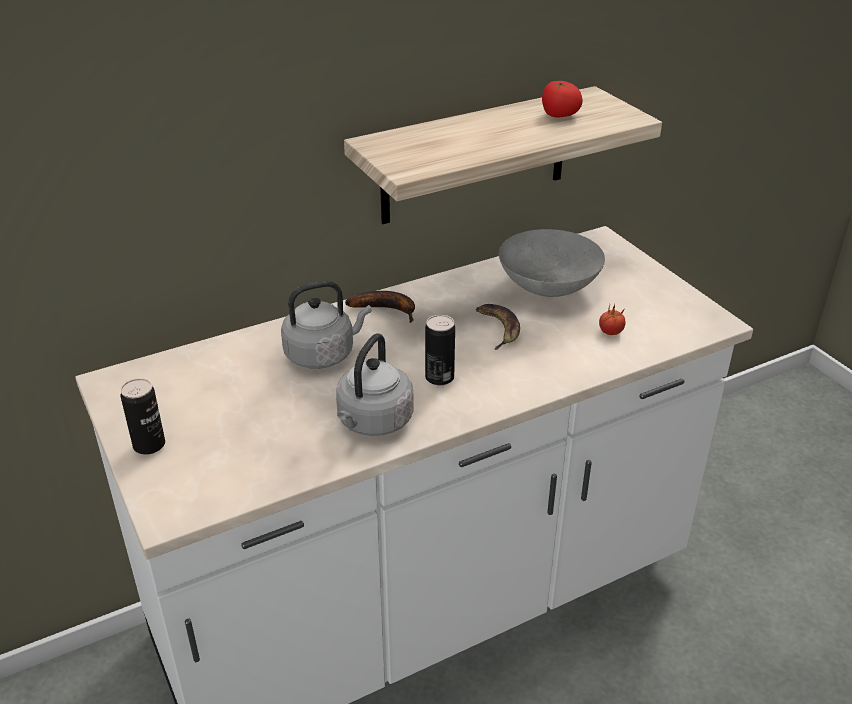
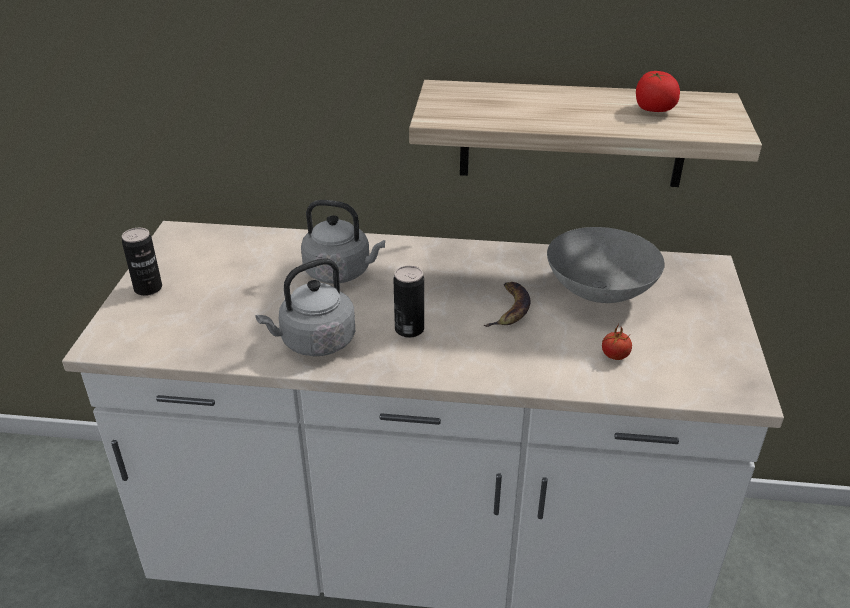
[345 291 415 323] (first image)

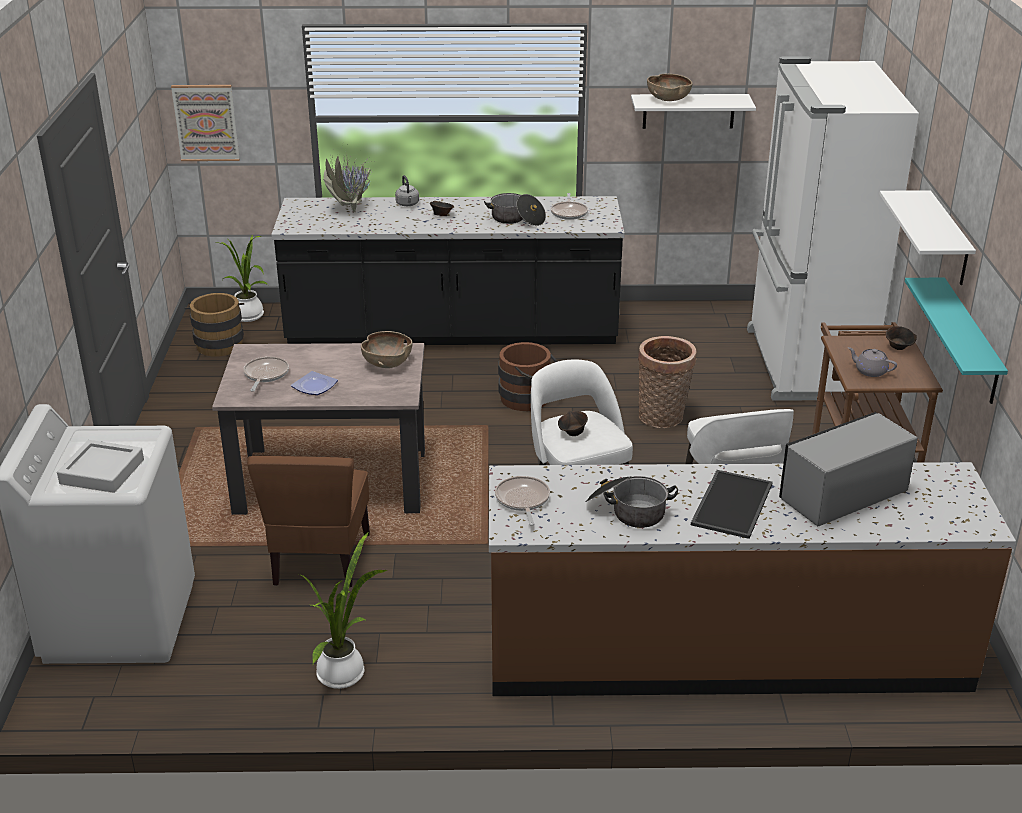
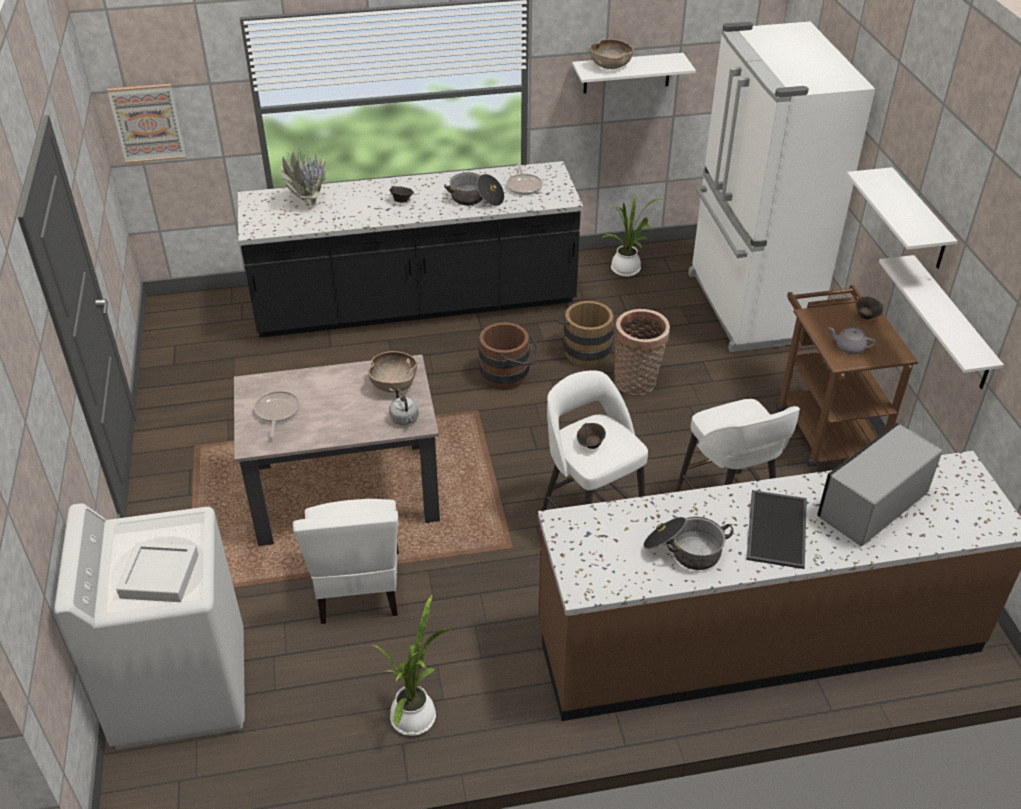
[291 371 338 395] (first image)
[495 476 550 526] (first image)
[556 301 614 367]
[602 194 663 277]
[389 388 419 425]
[293 499 399 624]
[879 255 1004 389]

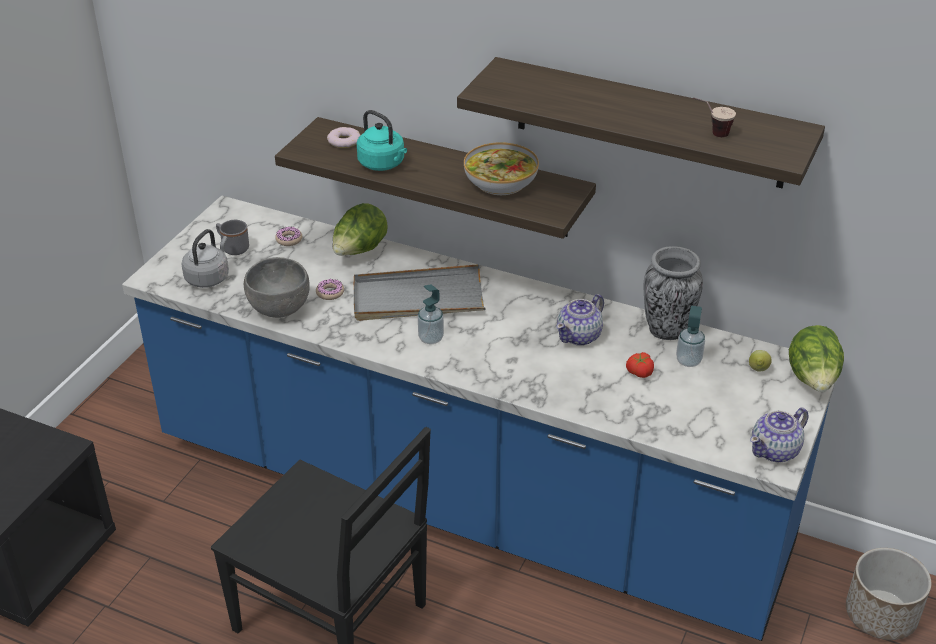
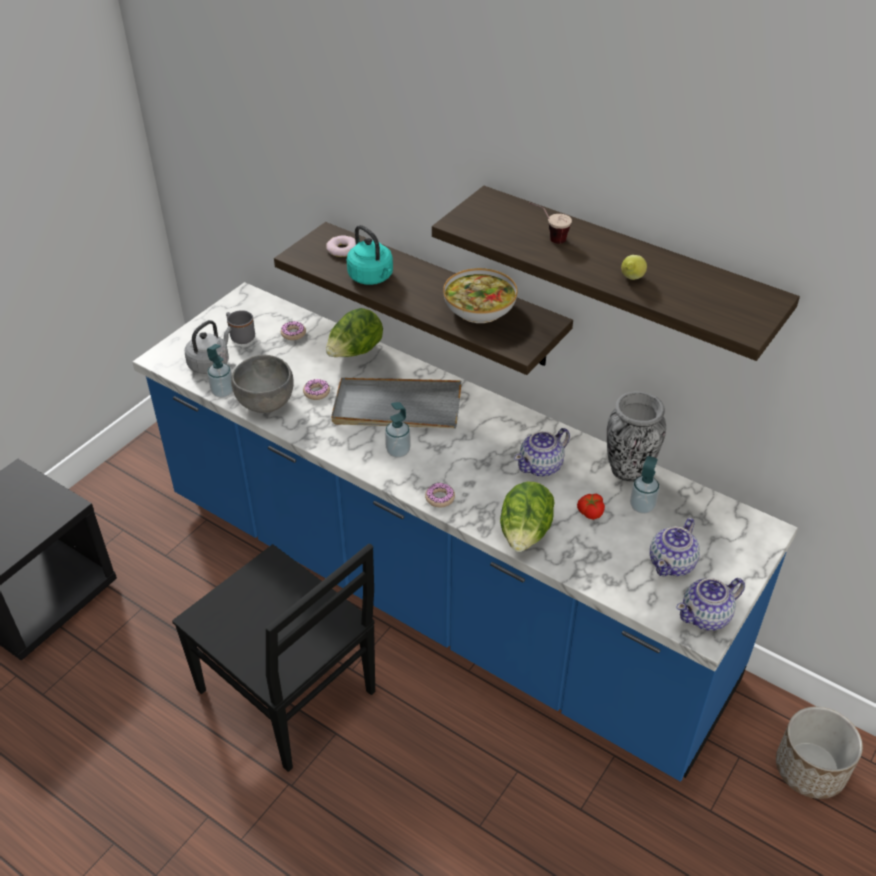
[207 344 233 398]
[425 483 455 507]
[650 518 700 576]
[529 202 572 244]
[621 255 647 280]
[500 482 555 552]

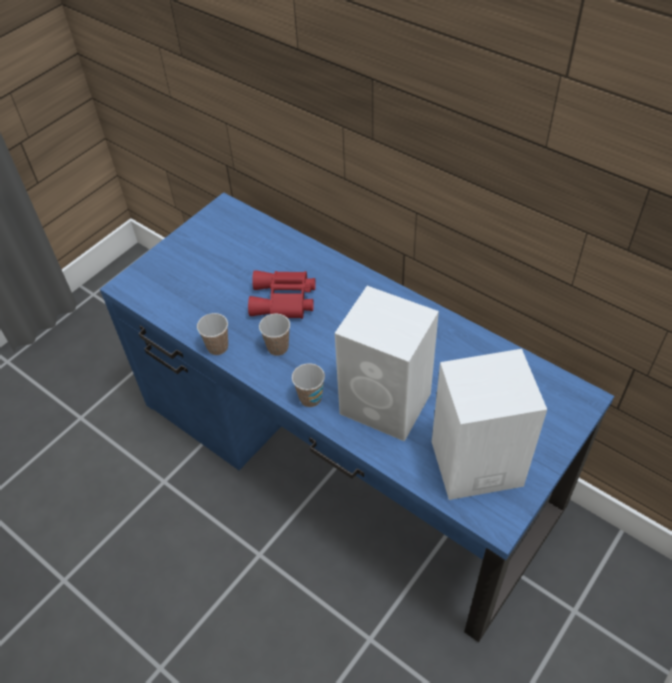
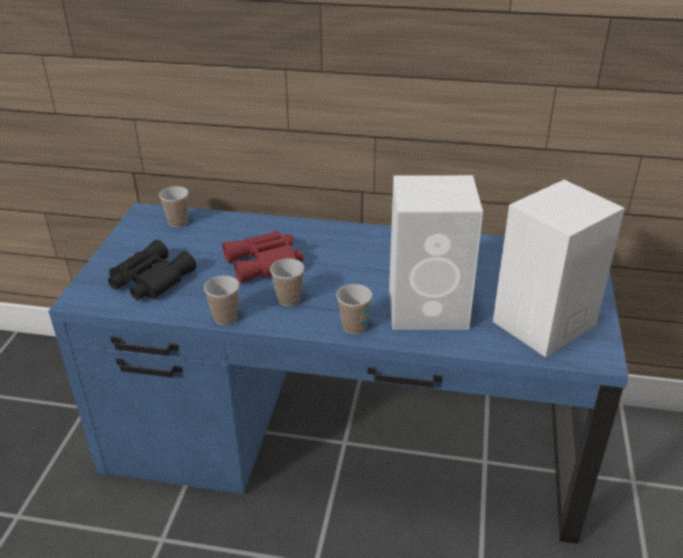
[108 240 196 300]
[159 186 189 227]

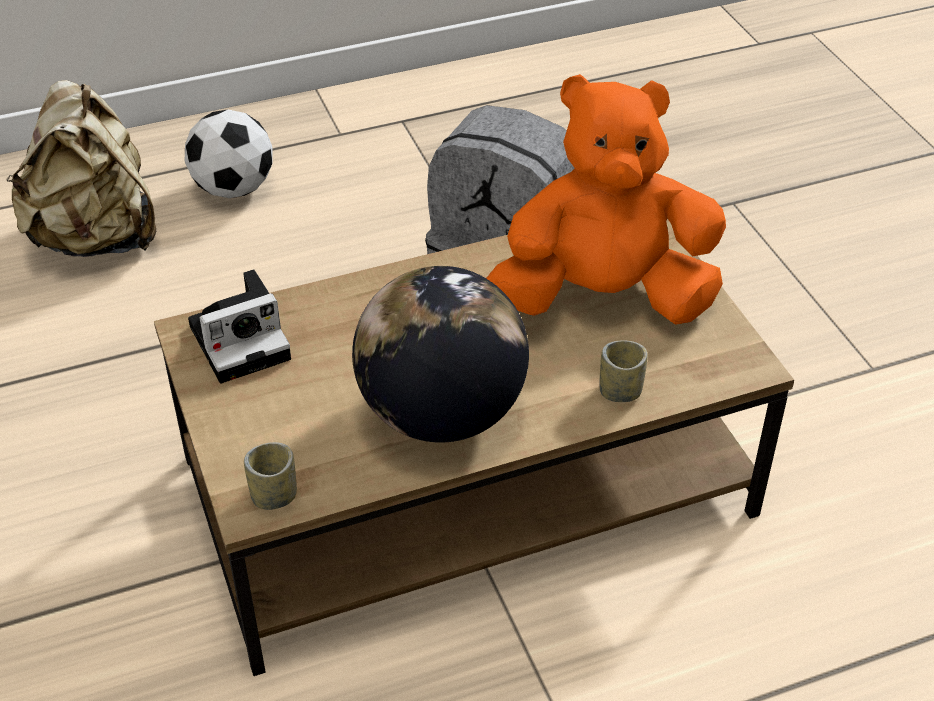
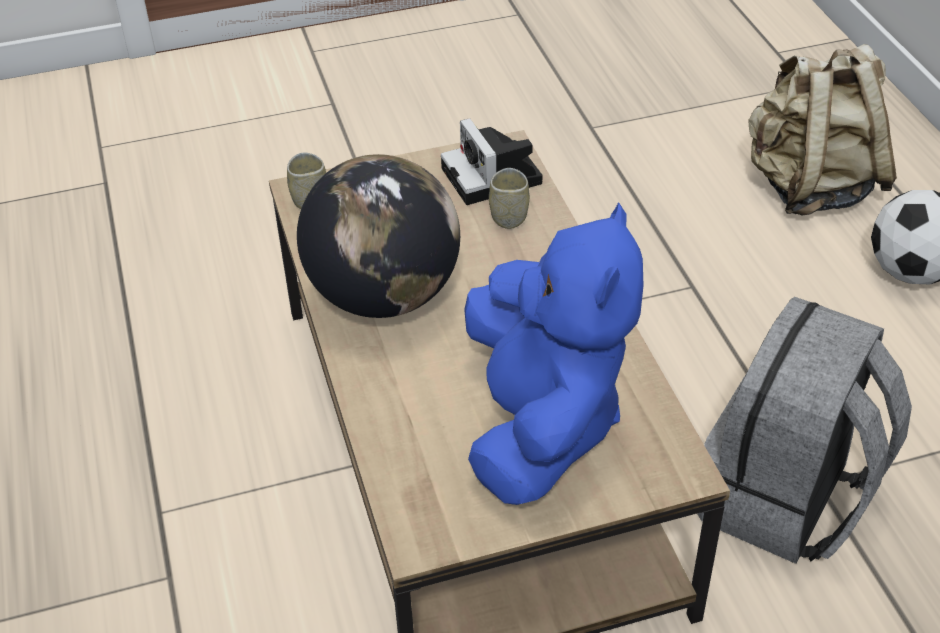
[489 168 530 229]
[464 202 644 505]

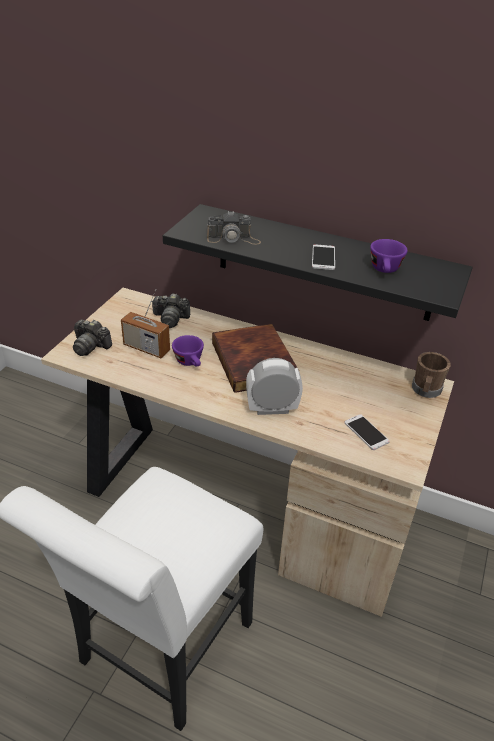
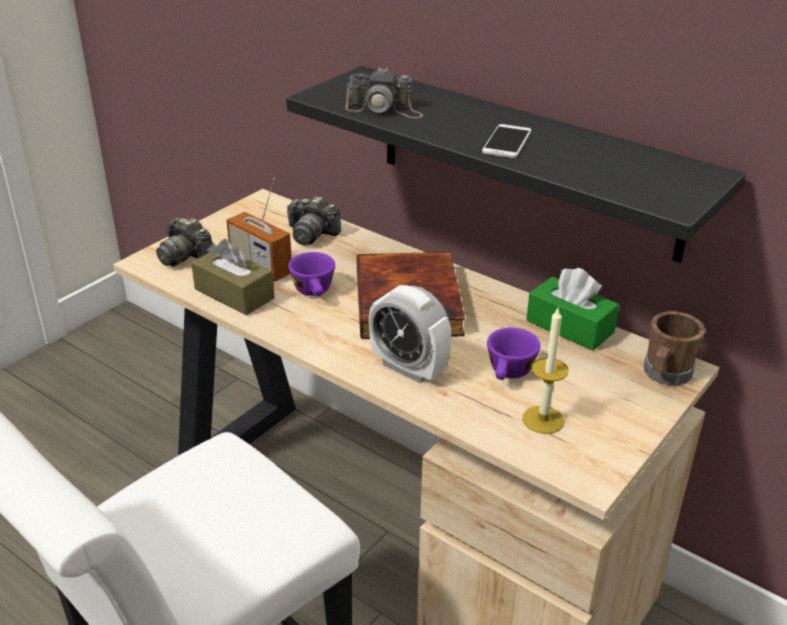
[191 239 275 315]
[526 268 619 351]
[487 328 540 380]
[522 308 569 434]
[369 285 452 383]

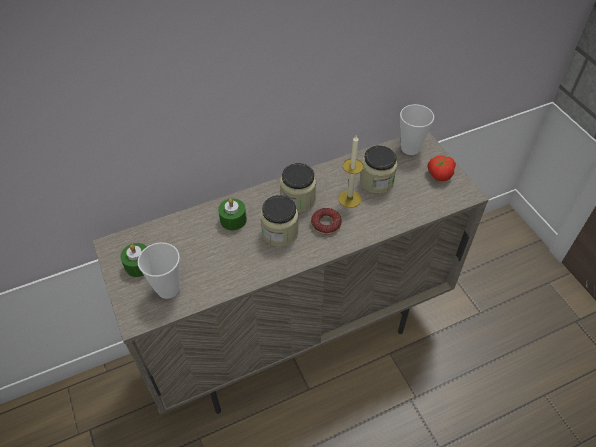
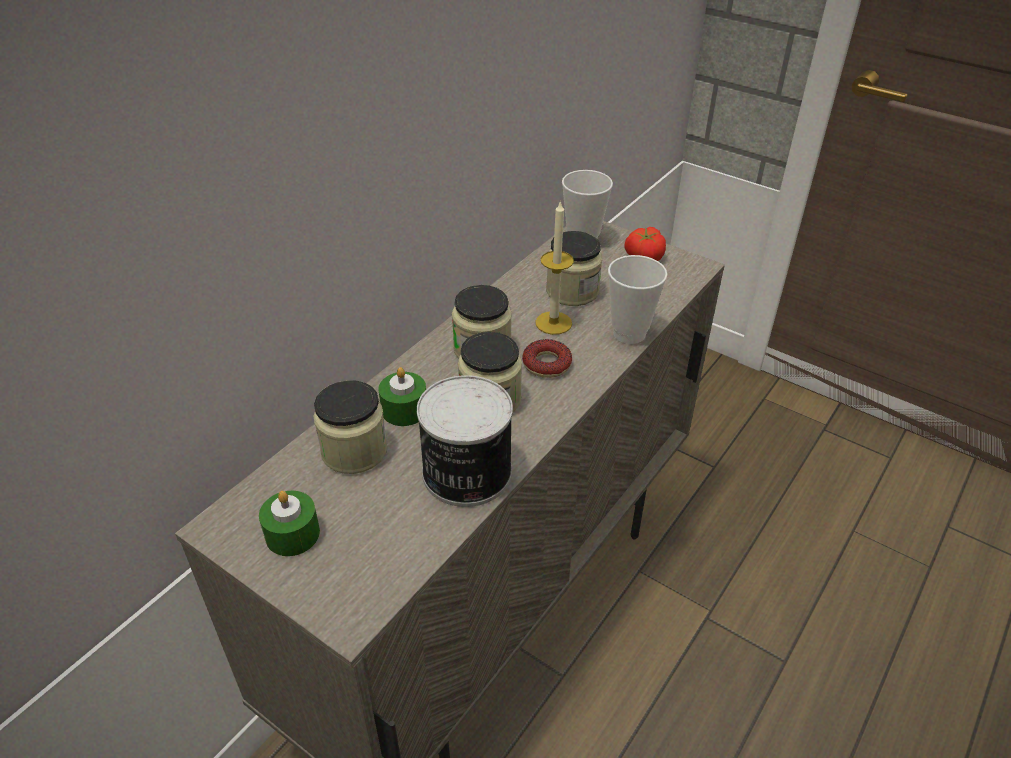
[314 380 387 474]
[417 375 513 507]
[608 255 667 344]

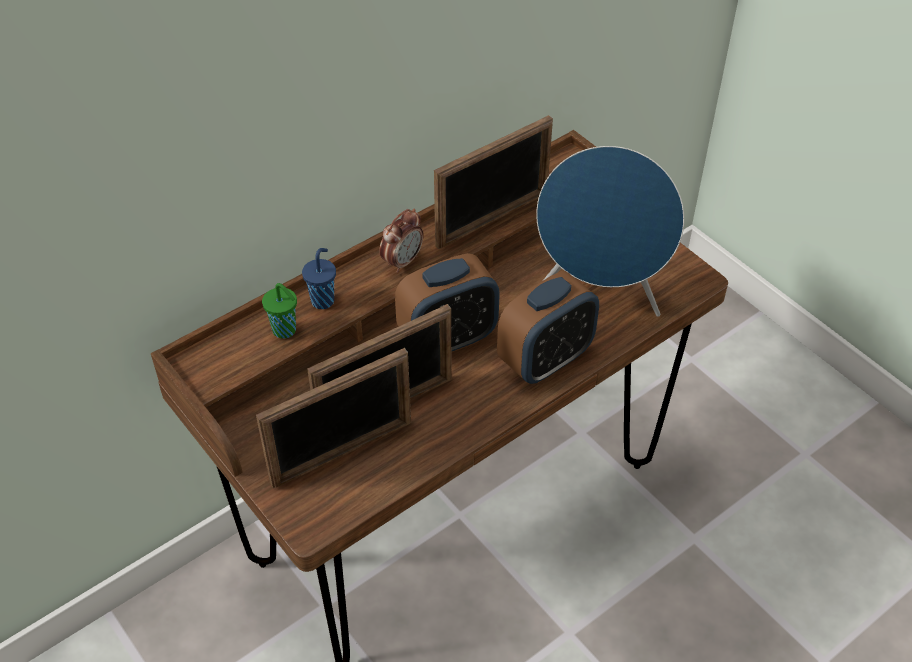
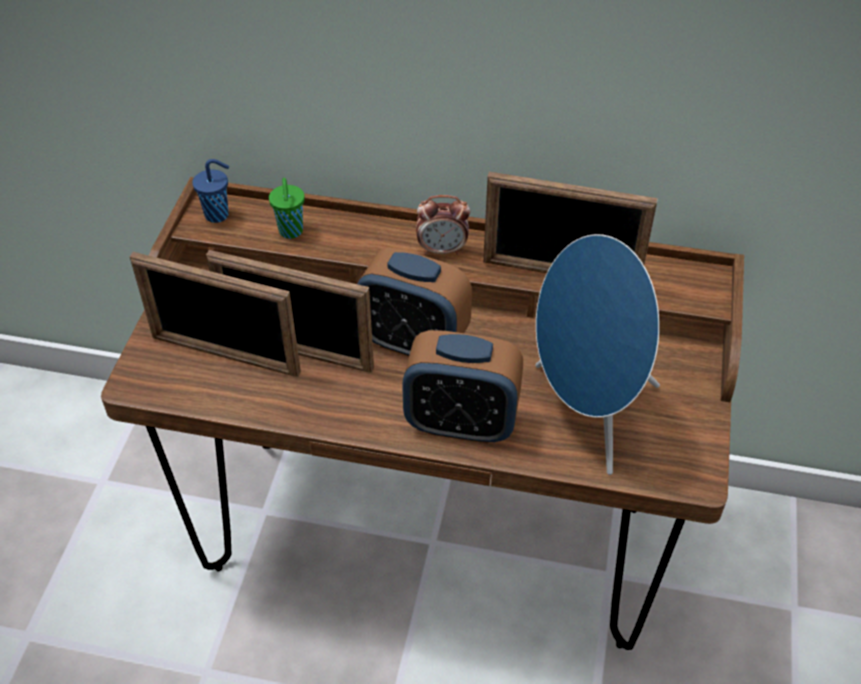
[192 159 229 223]

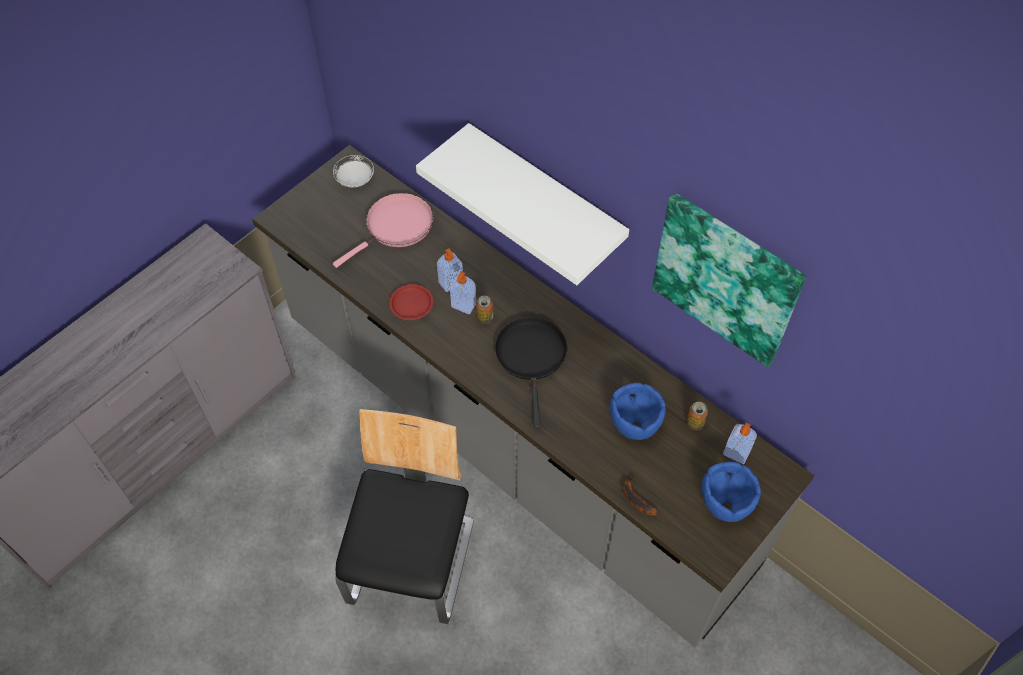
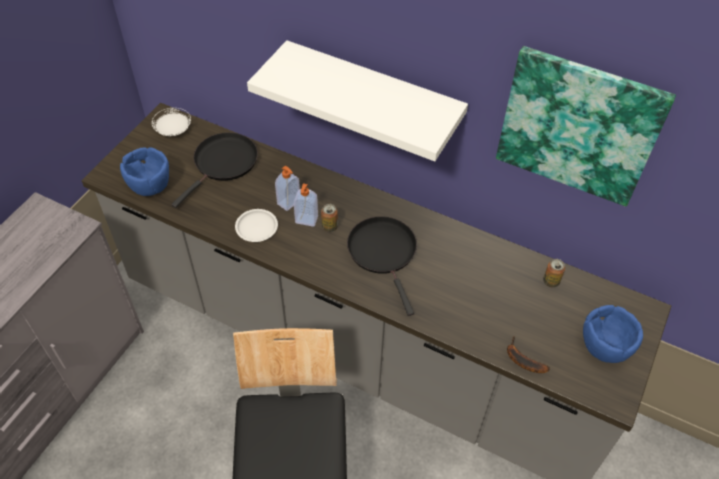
[723 422 757 464] (first image)
[120 147 169 196]
[171 132 258 208]
[235 209 278 242]

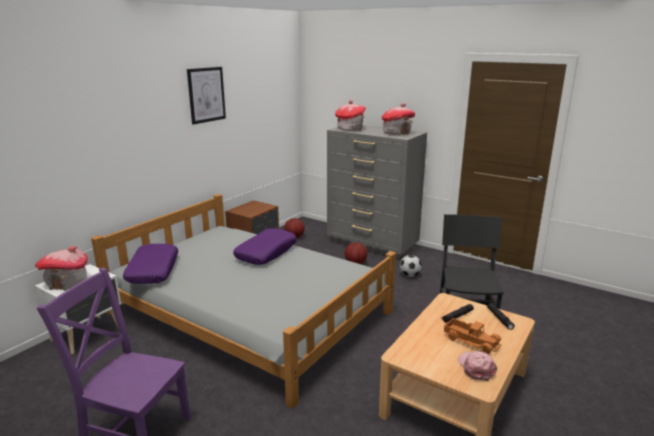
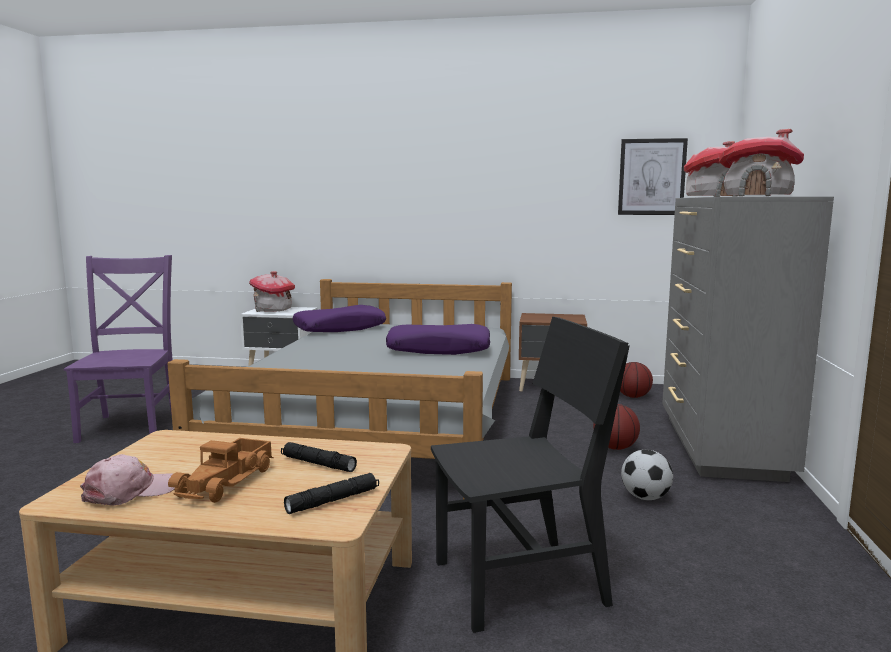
[618 138 688 215]

